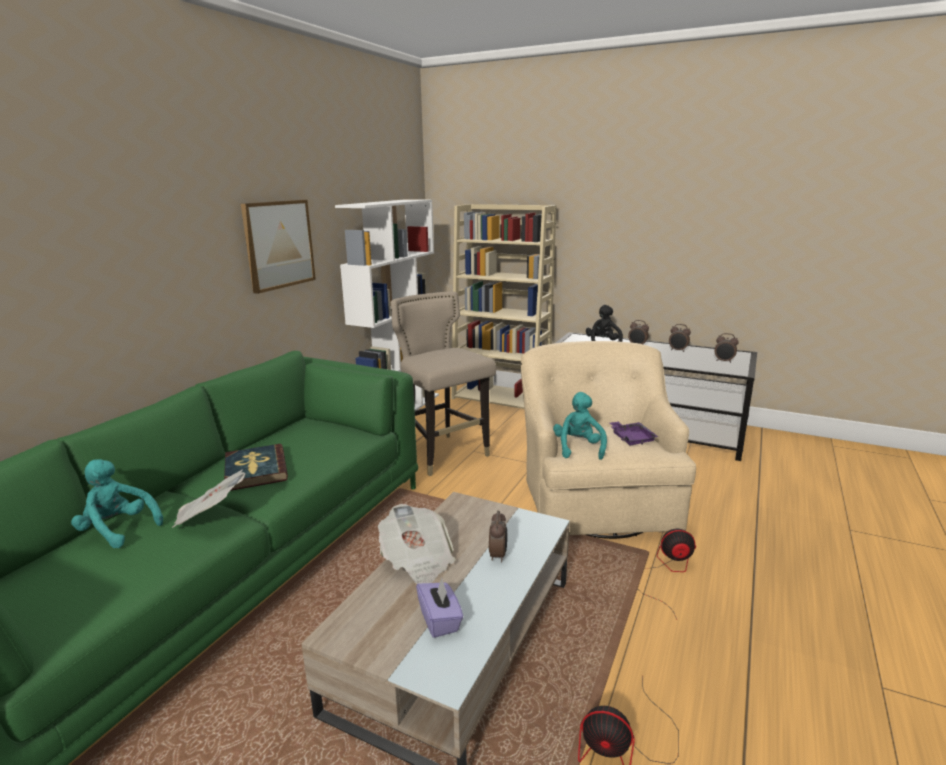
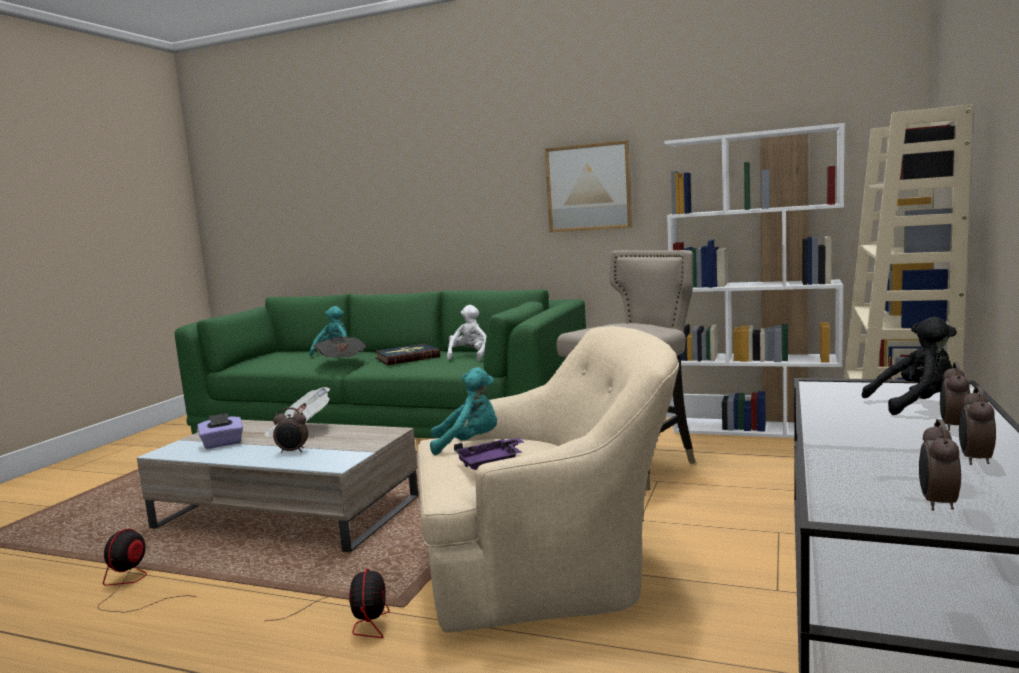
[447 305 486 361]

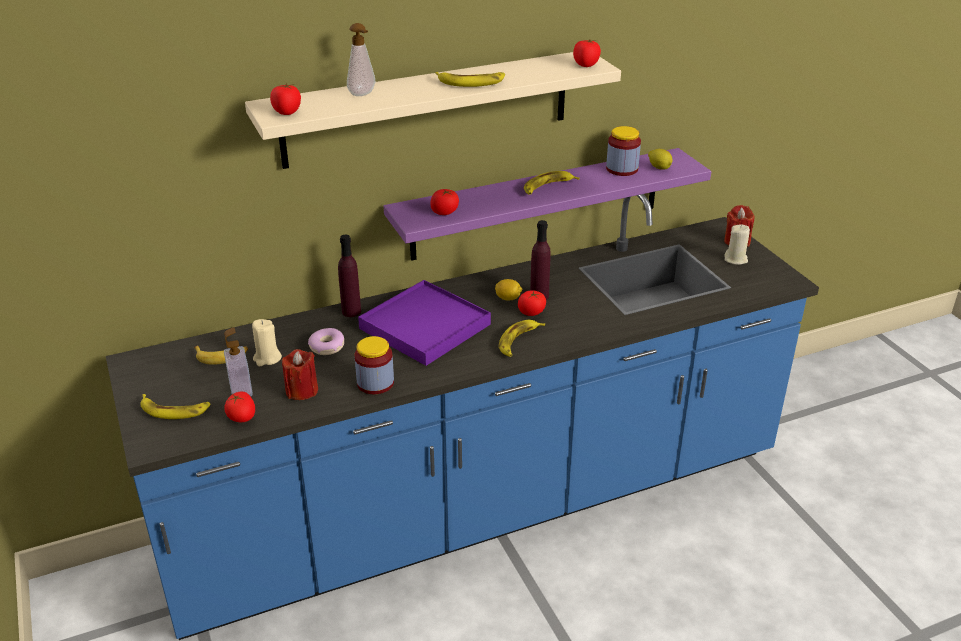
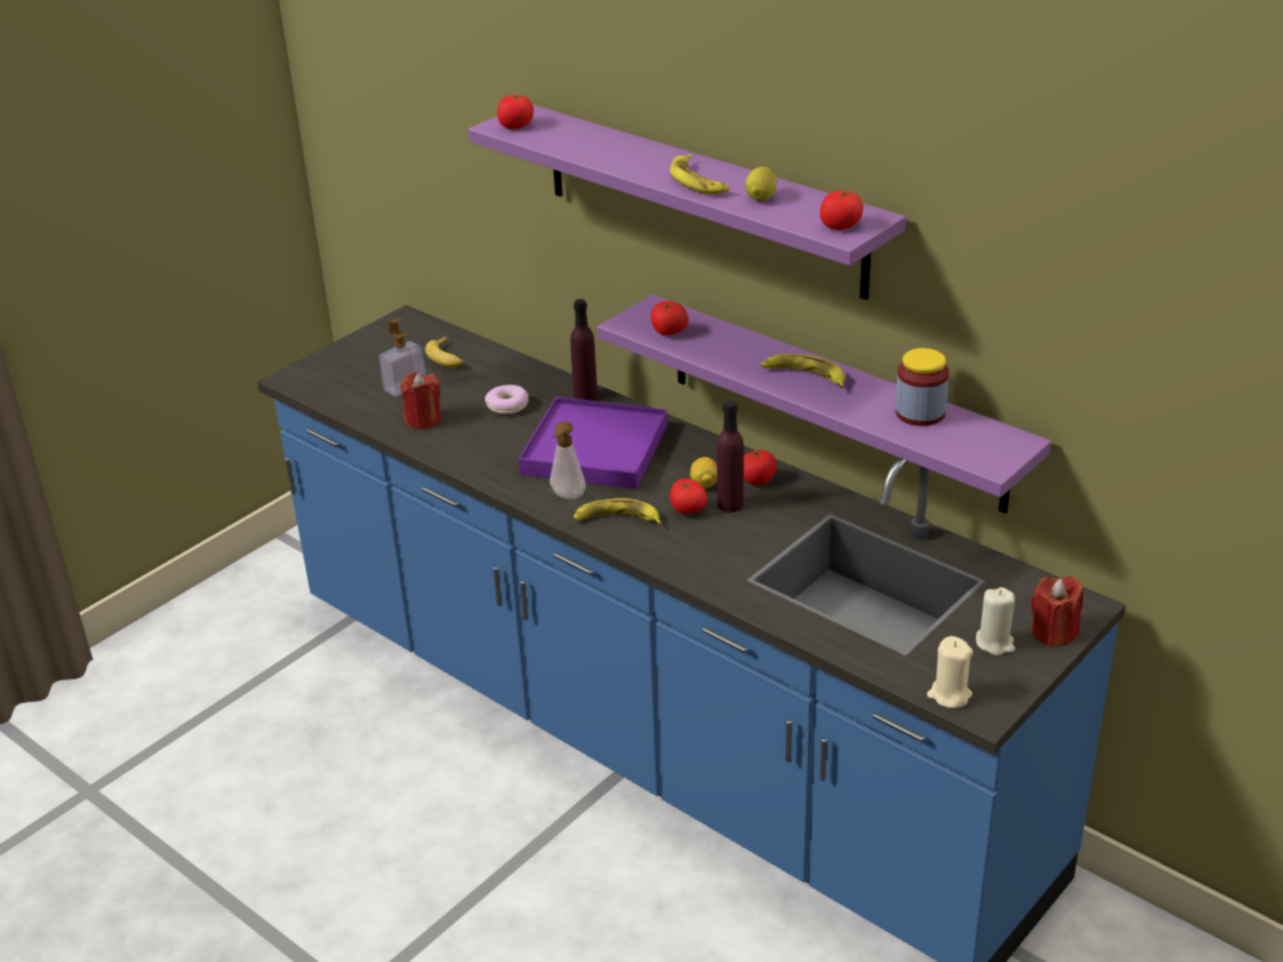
[140 394 211 419] (first image)
[354 336 394 394] (first image)
[744 449 777 485]
[927 636 973 708]
[550 422 586 499]
[745 167 777 201]
[468 105 906 300]

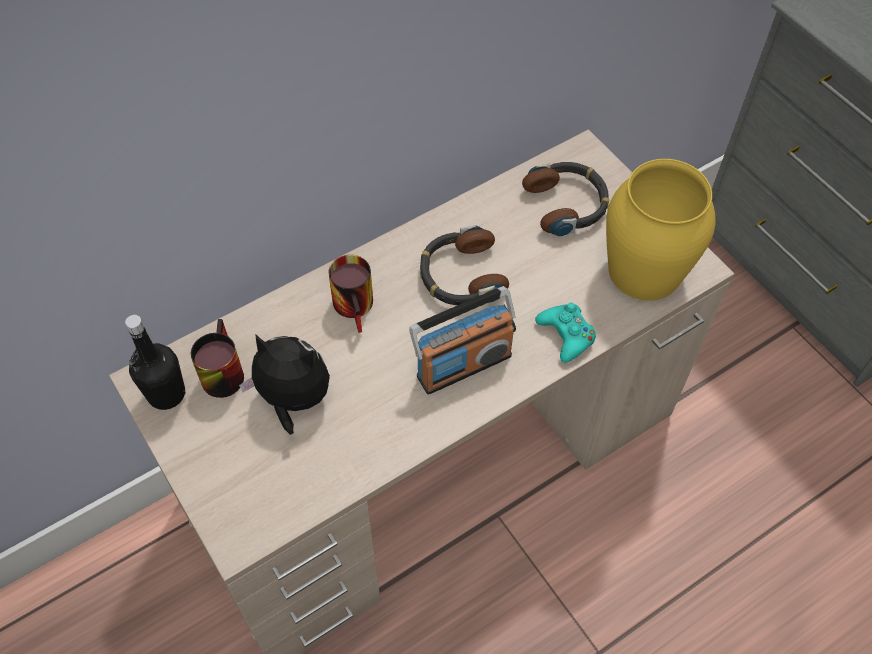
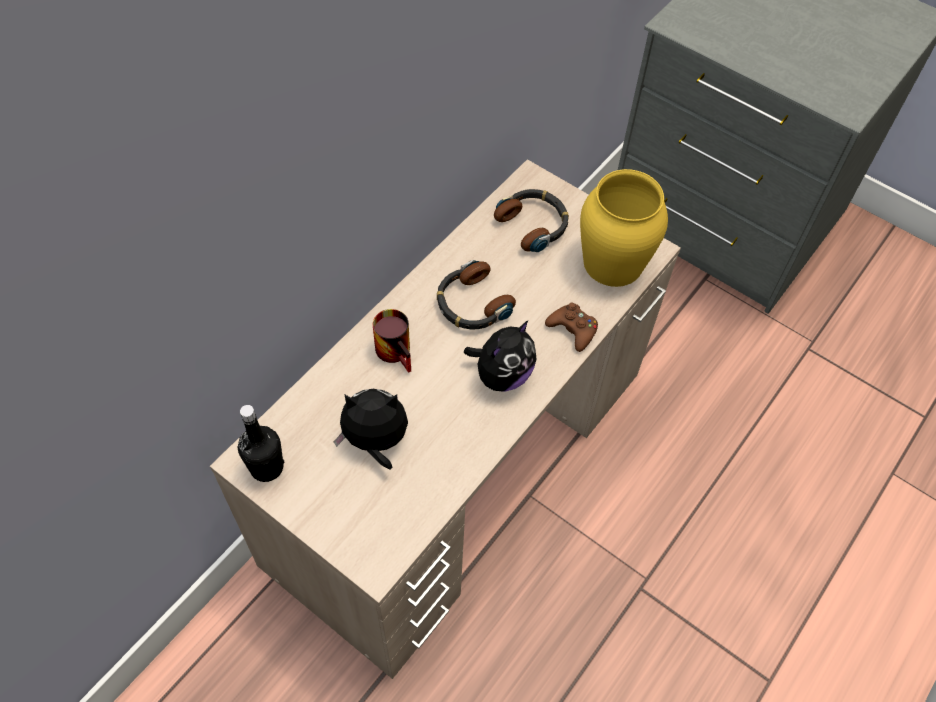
[191 319 244 398] (first image)
[464 321 536 392]
[545 303 598 352]

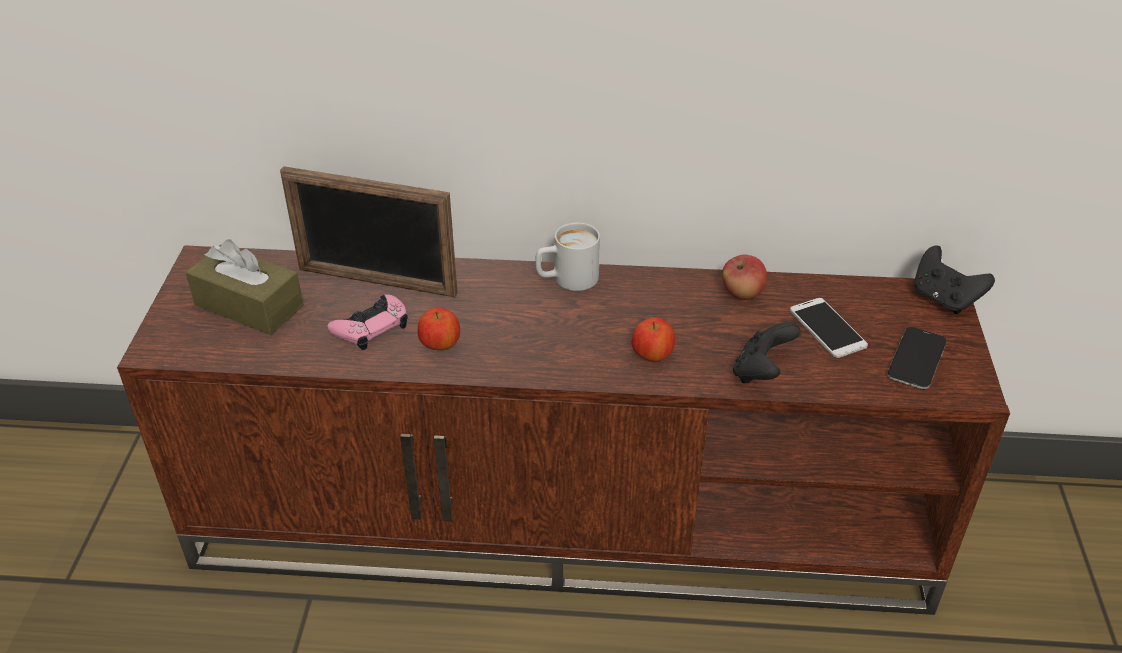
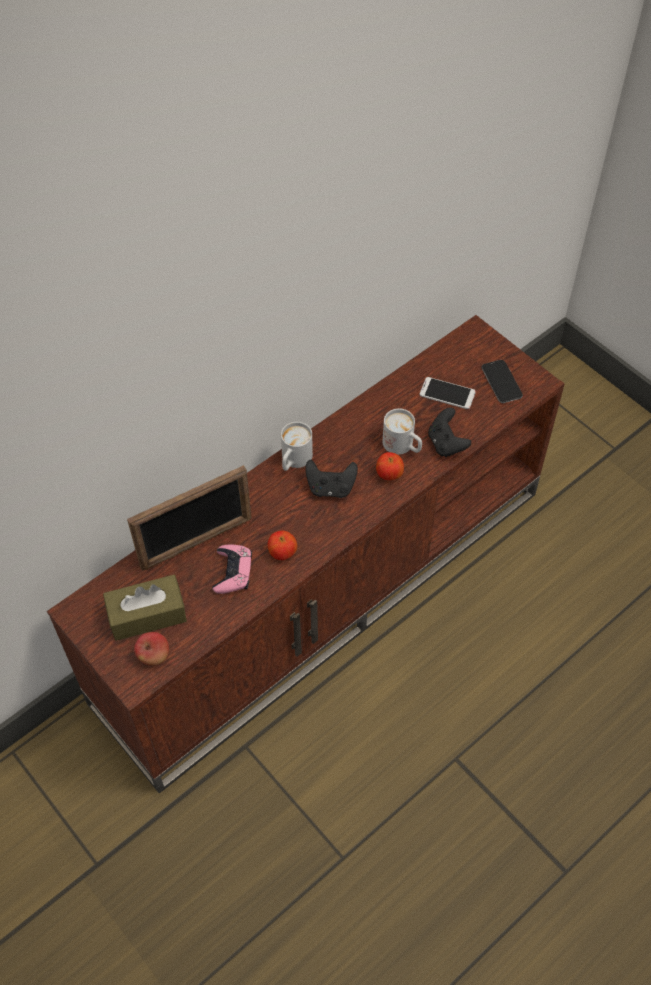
[383 408 422 455]
[134 632 169 666]
[305 460 358 498]

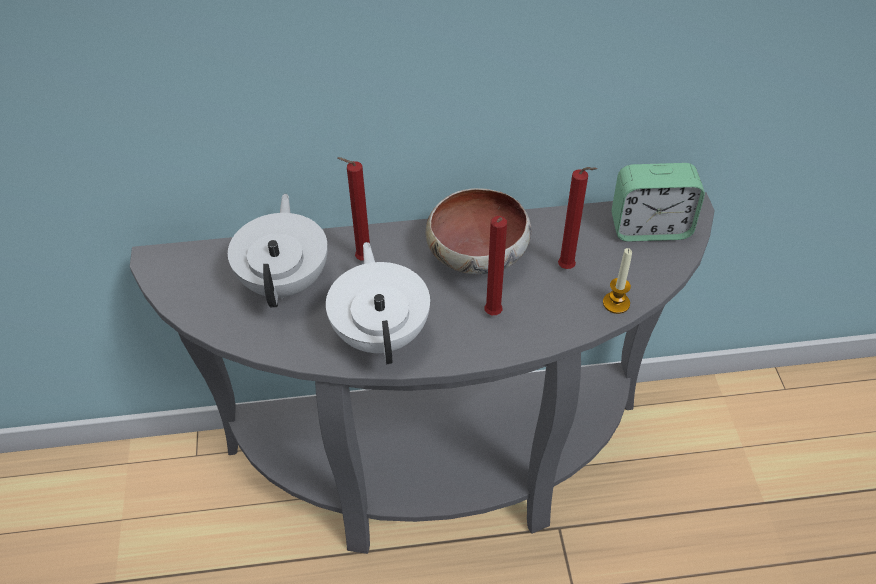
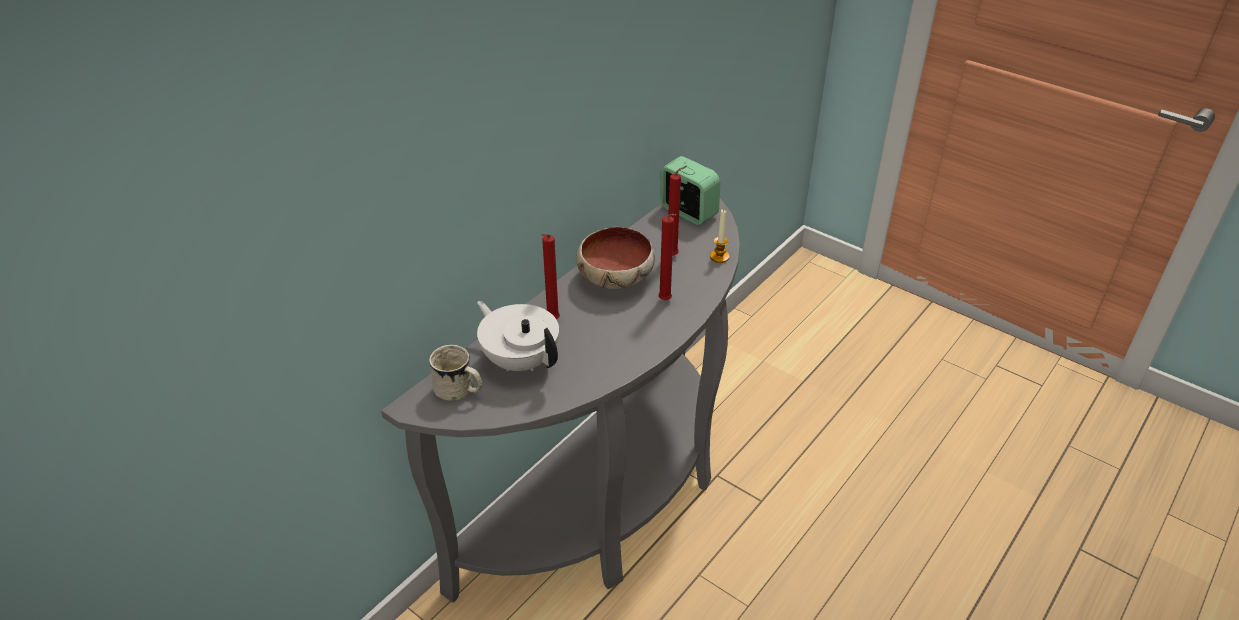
[326 242 430 364] (first image)
[429 344 482 401]
[661 156 721 225]

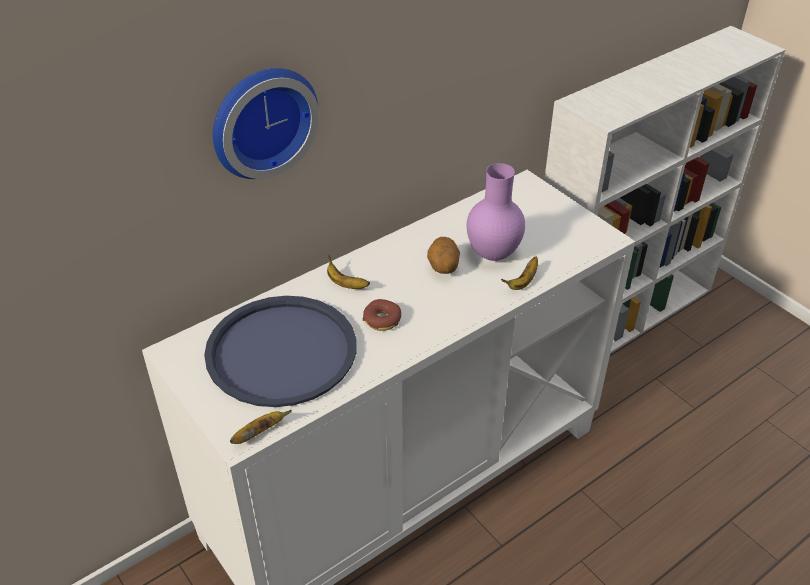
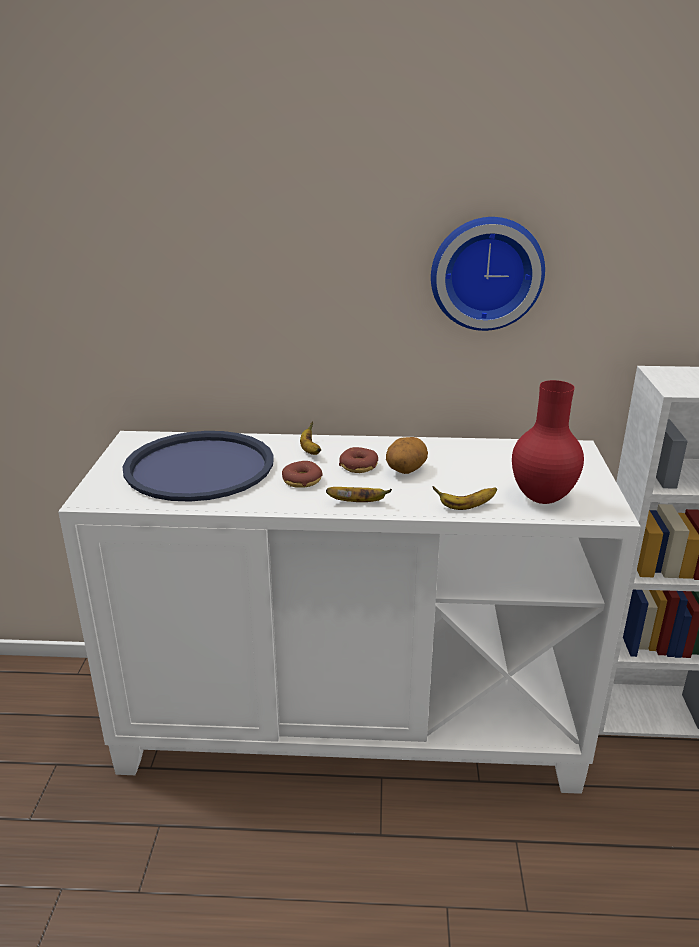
[467 163 525 261] (first image)
[339 447 378 473]
[512 380 584 504]
[431 217 545 331]
[326 487 392 502]

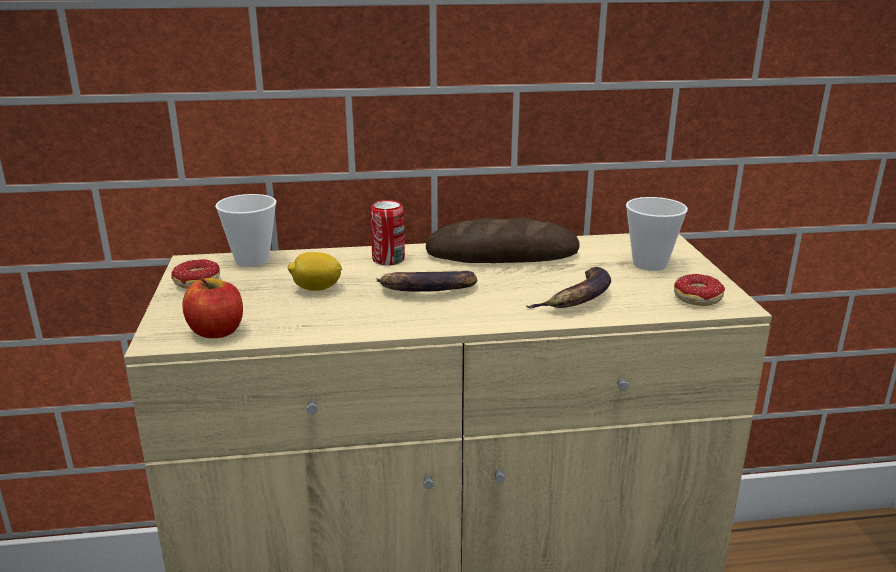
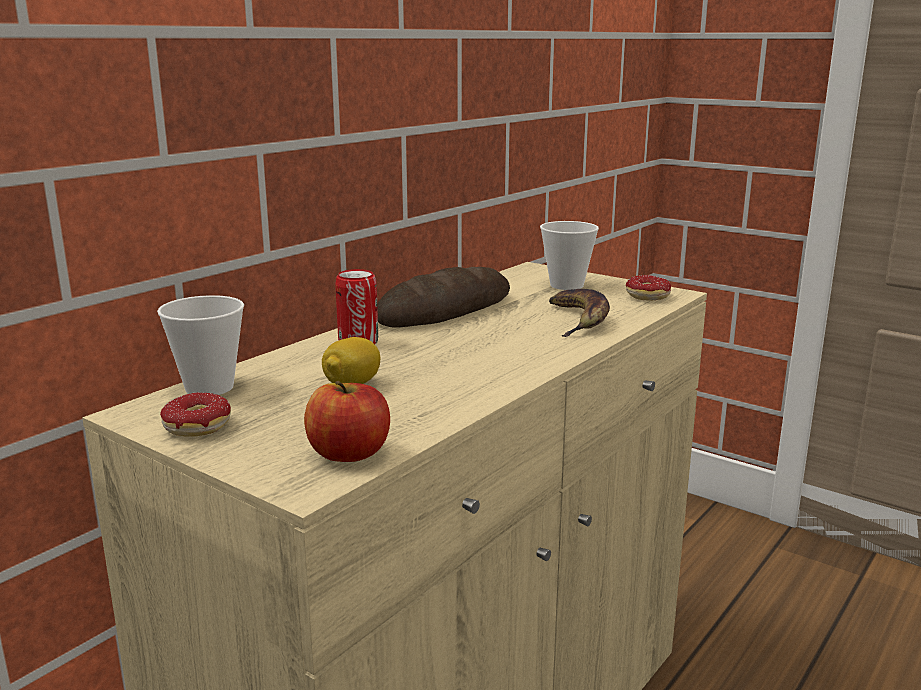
[376 271 477 292] (first image)

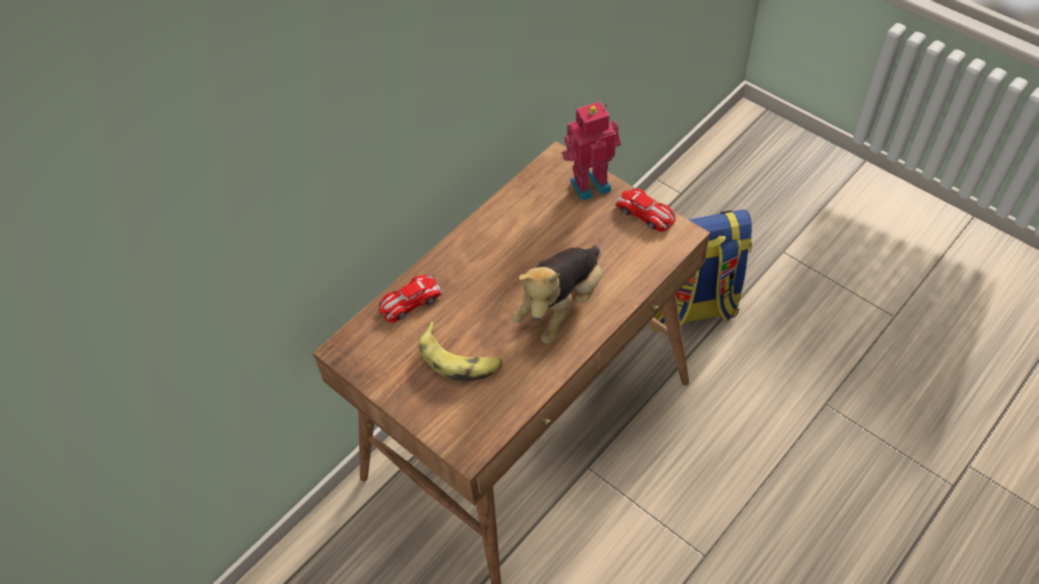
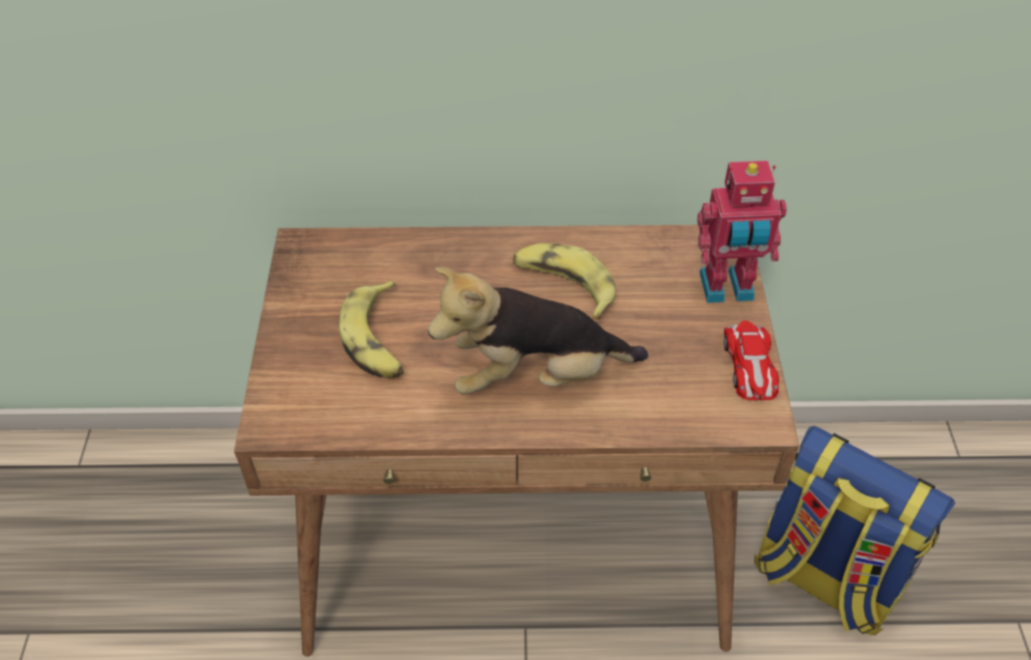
[379 275 443 323] (first image)
[513 243 616 320]
[697 161 787 303]

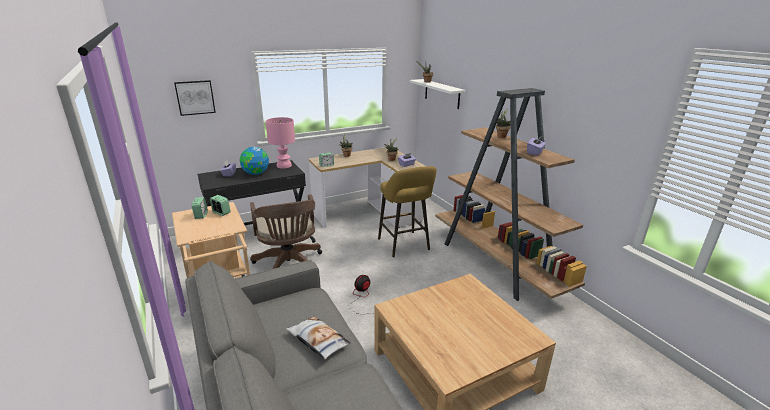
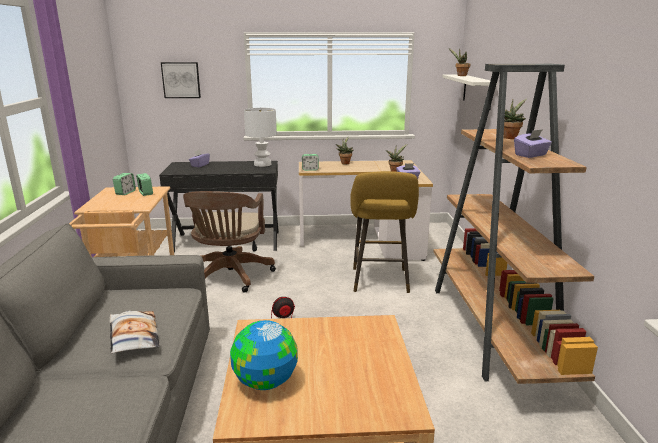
[230 320 298 390]
[244 108 277 167]

